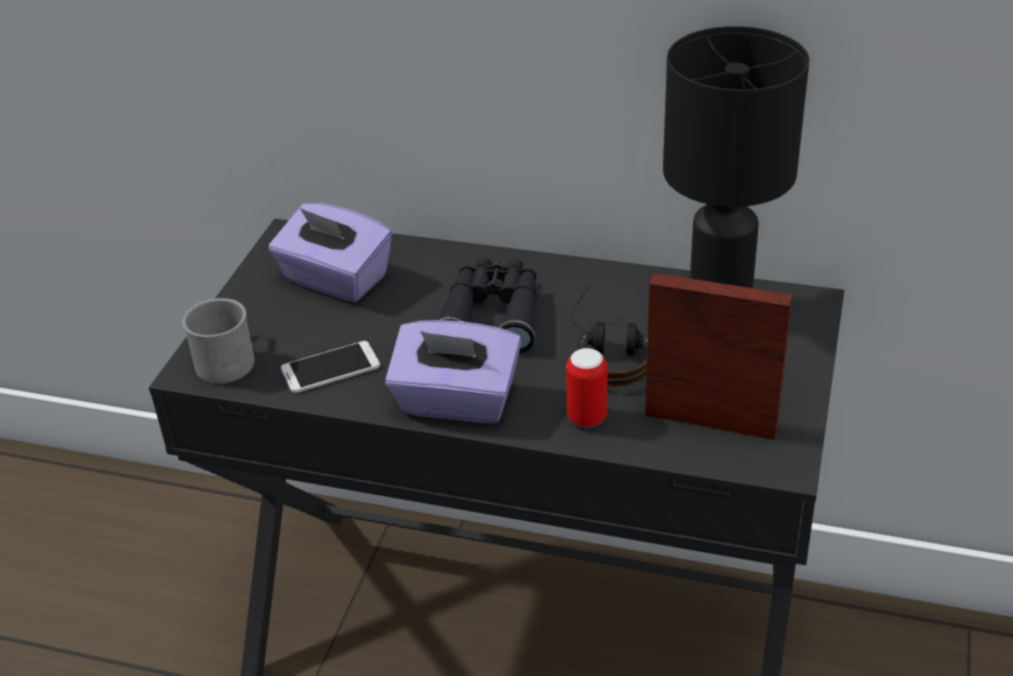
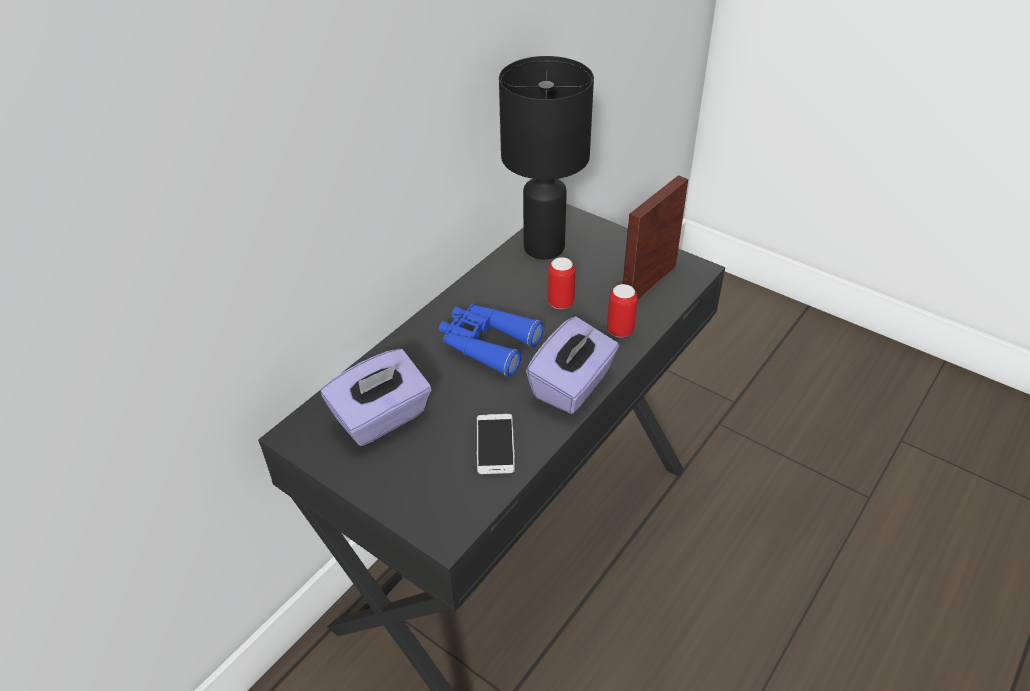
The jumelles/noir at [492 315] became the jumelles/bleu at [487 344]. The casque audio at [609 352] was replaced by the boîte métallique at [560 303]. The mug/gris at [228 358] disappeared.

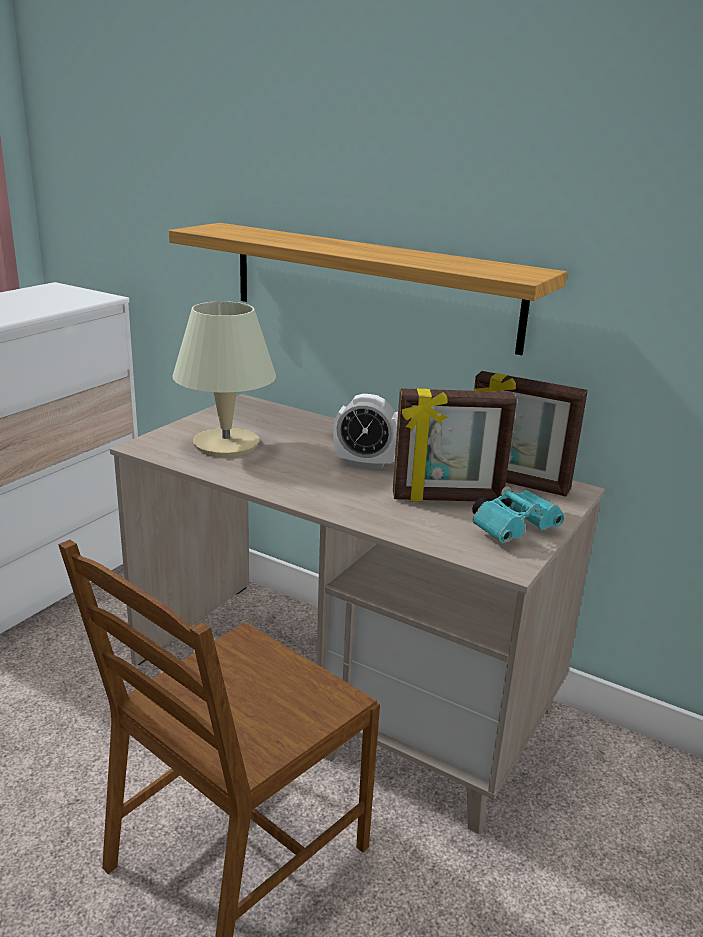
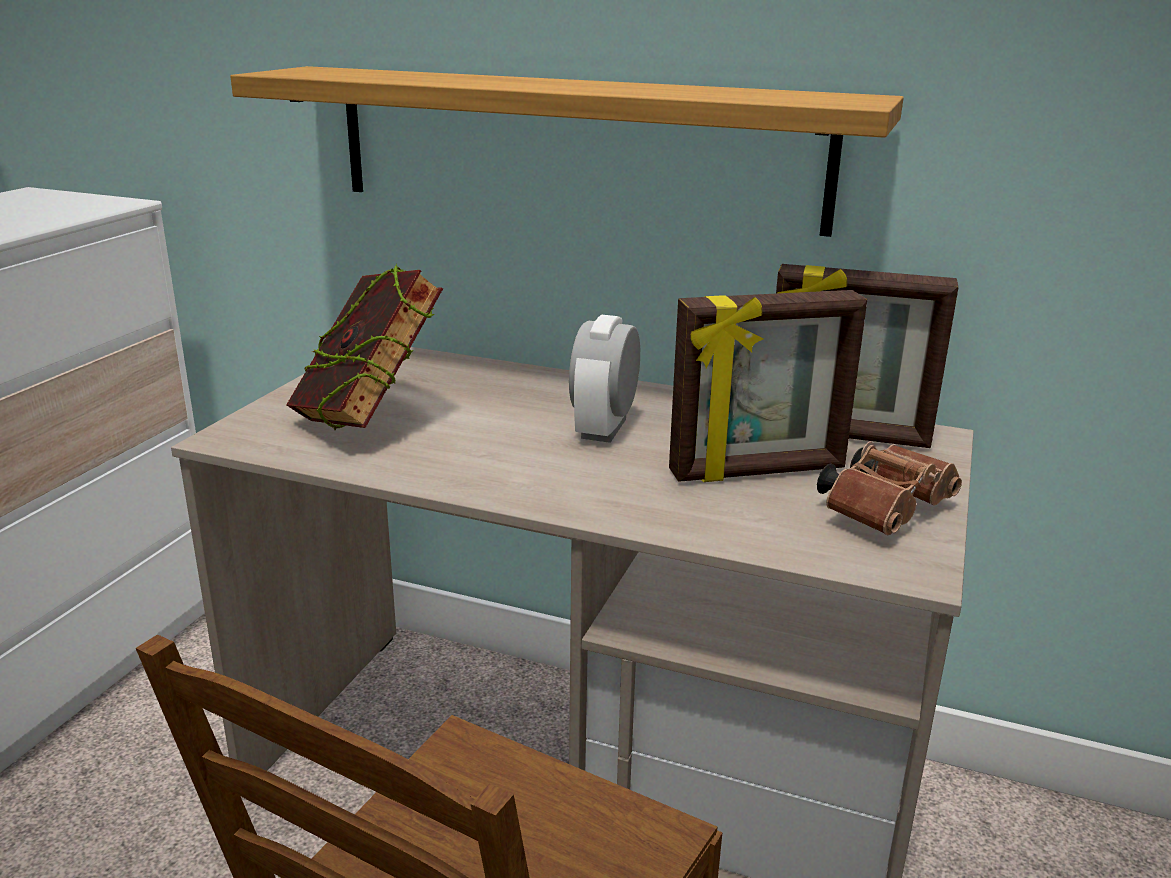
The lampe de table/beige at [226 444] was replaced by the livre at [369 421]. The réveil at [365 463] turned 105 degrees clockwise. The jumelles/turquoise at [515 529] became the jumelles/marron at [886 510].

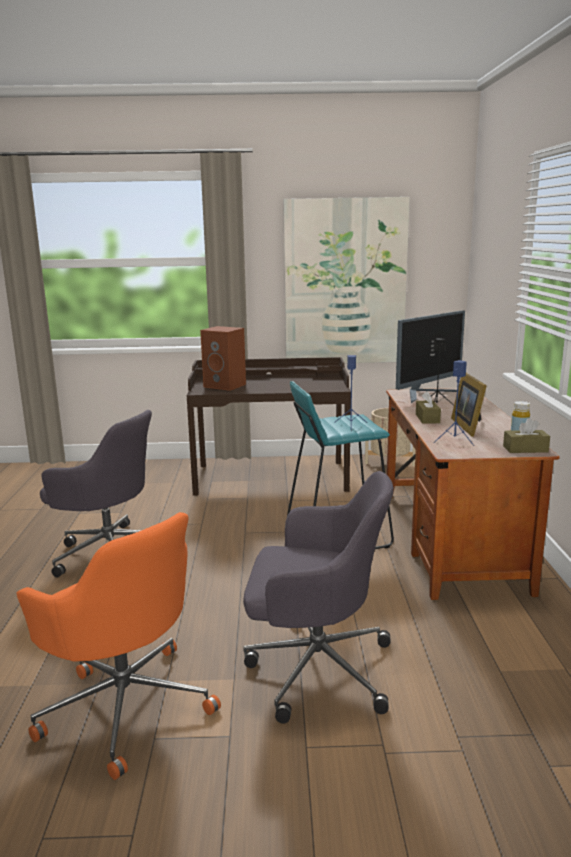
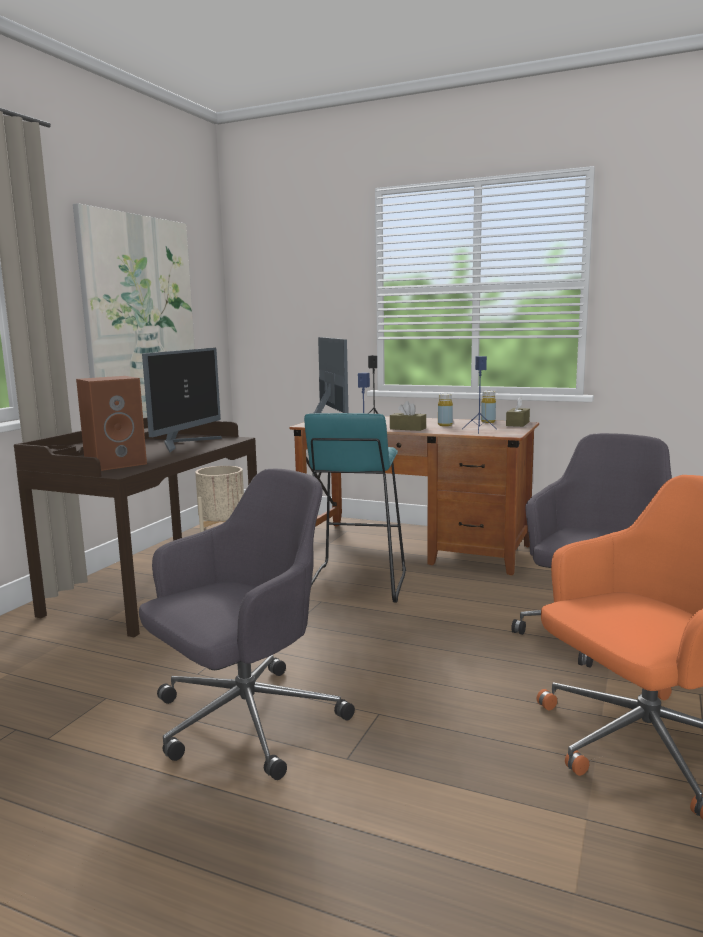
The écran d'ordinateur at [185 444] appeared. The cadre photo at [469 426] was replaced by the bouteille/jaune at [445 425].

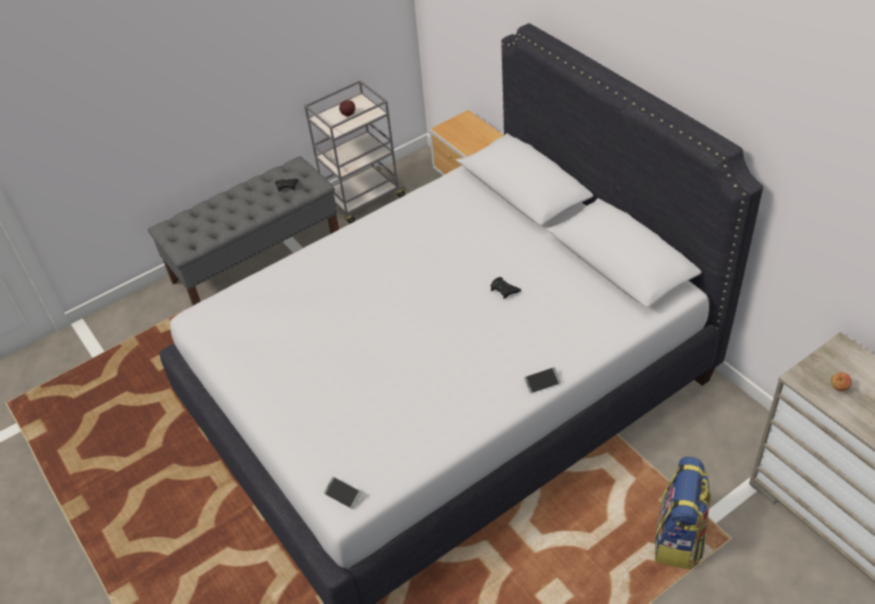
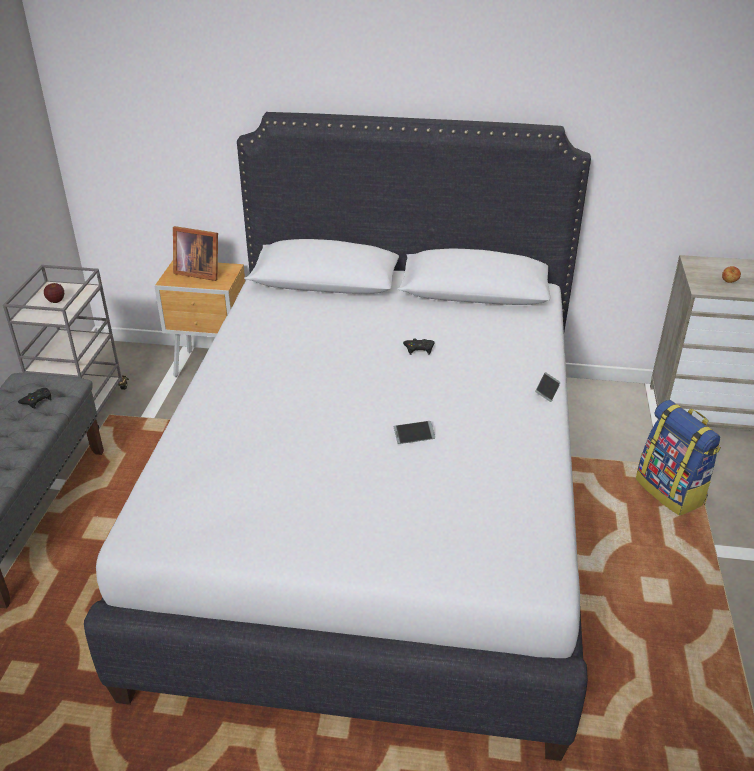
The cadre photo at [198 272] appeared. The téléphone moved from [343 495] to [414 436].

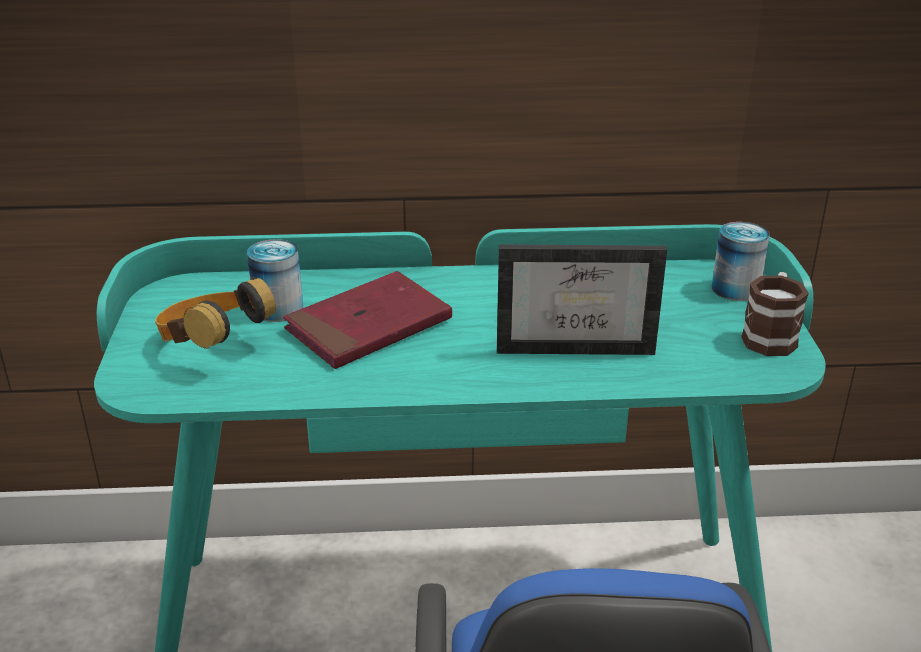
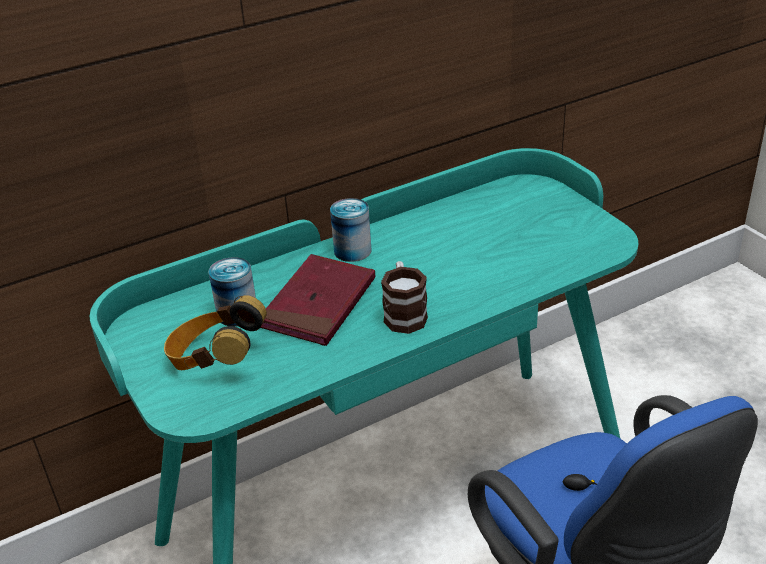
The boîte métallique moved from [735 289] to [352 251]. The mug moved from [770 336] to [404 313]. The cadre photo at [577 343] disappeared.

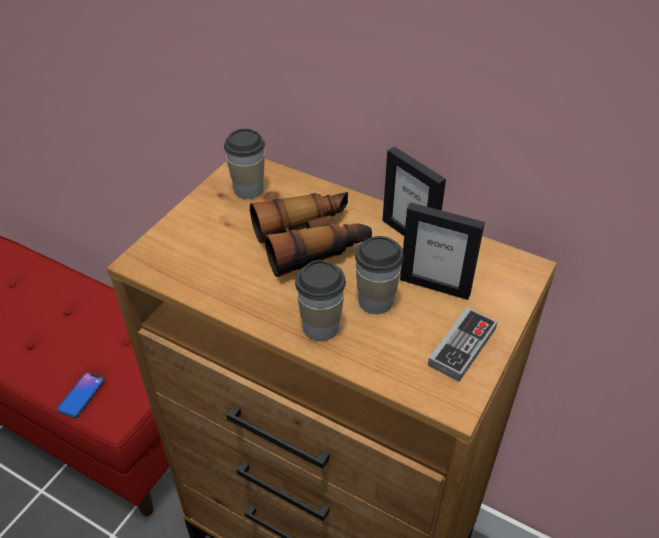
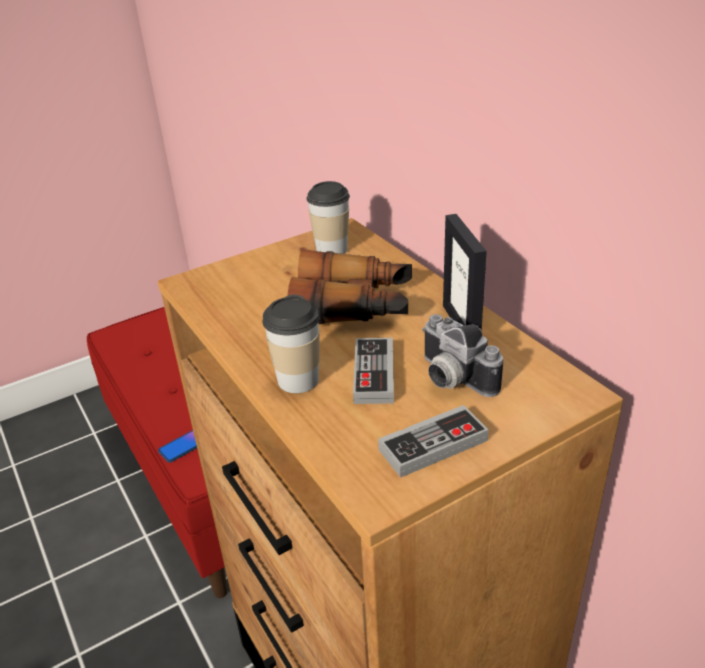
The tasse at [376 301] was replaced by the manette at [374 374]. The cadre photo at [435 286] was replaced by the appareil photo at [450 379].

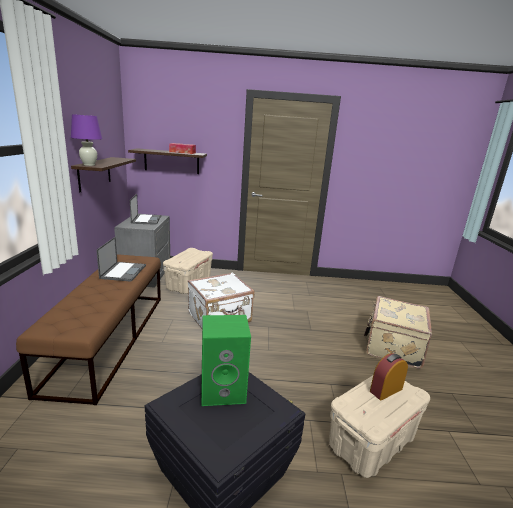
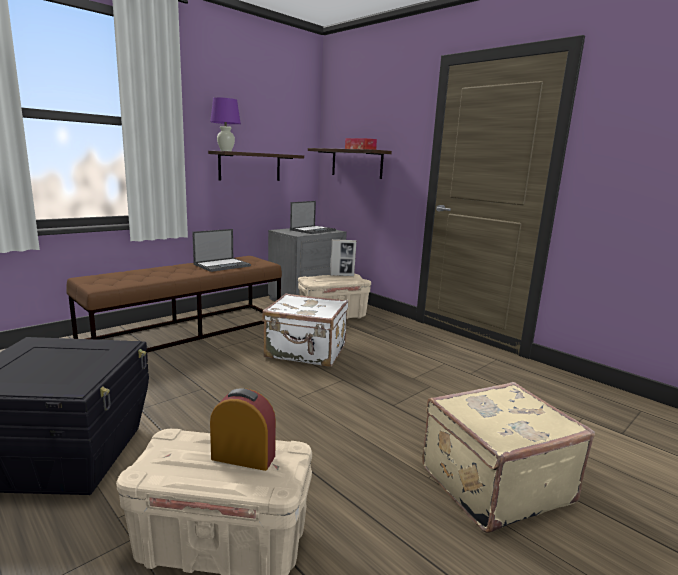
The cadre photo at [342 275] appeared. The enceinte/vert at [224 389] disappeared.

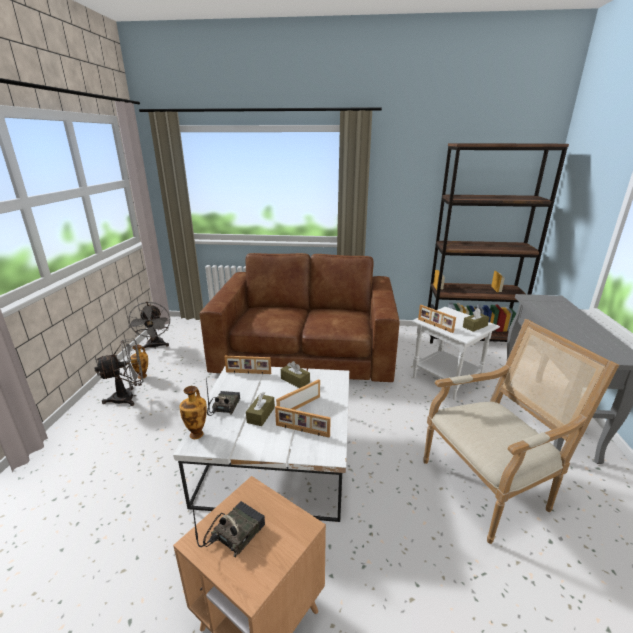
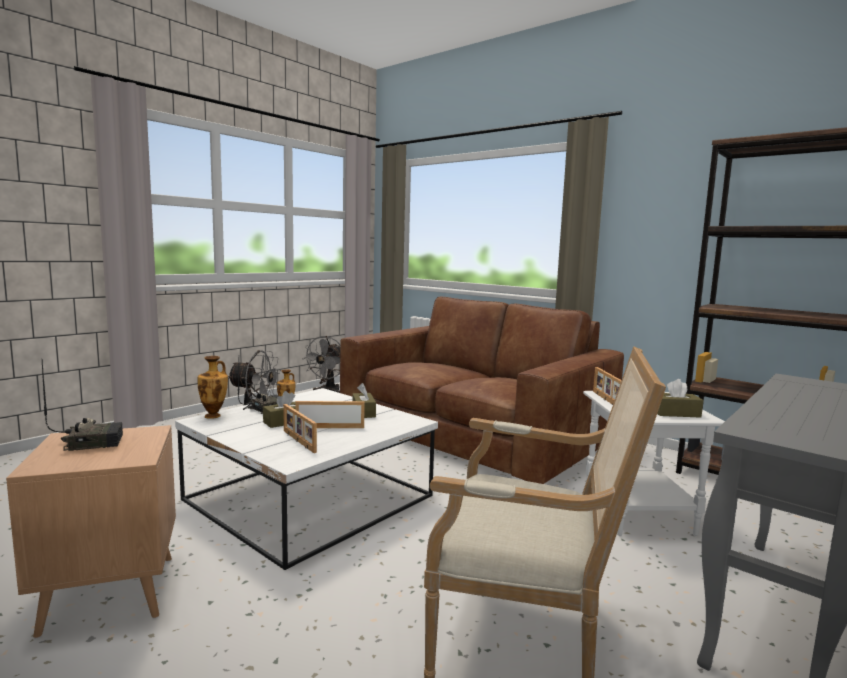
The cadre photo at [248 373] disappeared.

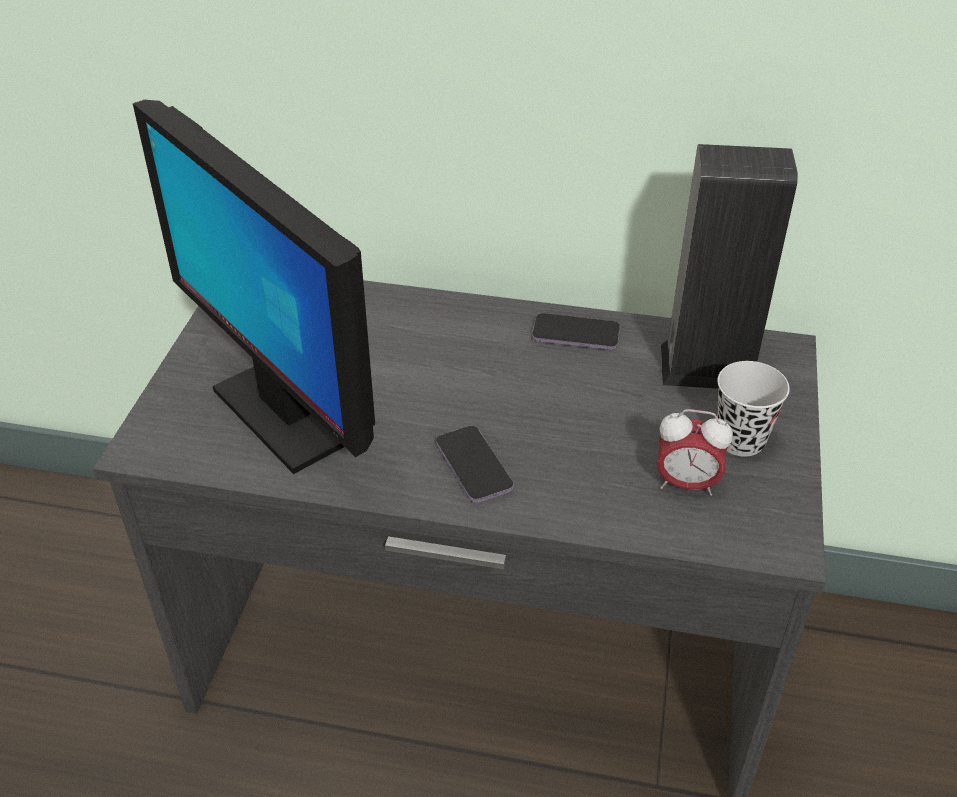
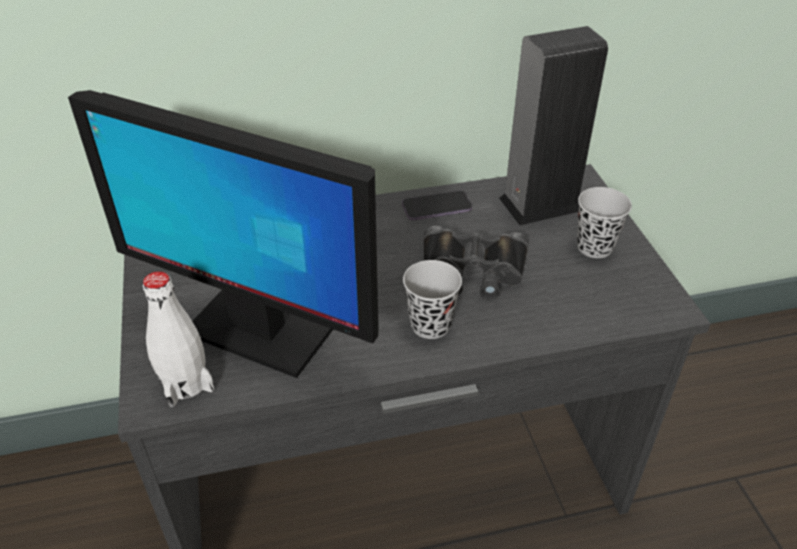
The bouteille/blanc at [185 383] appeared. The téléphone at [473 466] was replaced by the tasse/noir at [430 325]. The jumelles/noir at [472 271] appeared. The réveil at [686 484] disappeared.

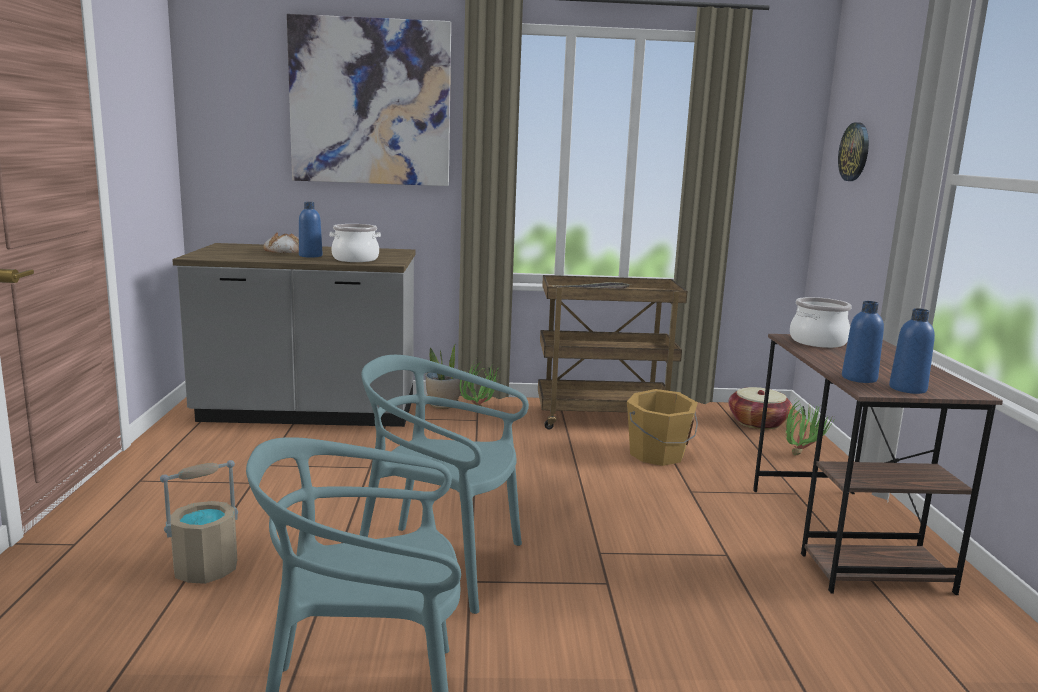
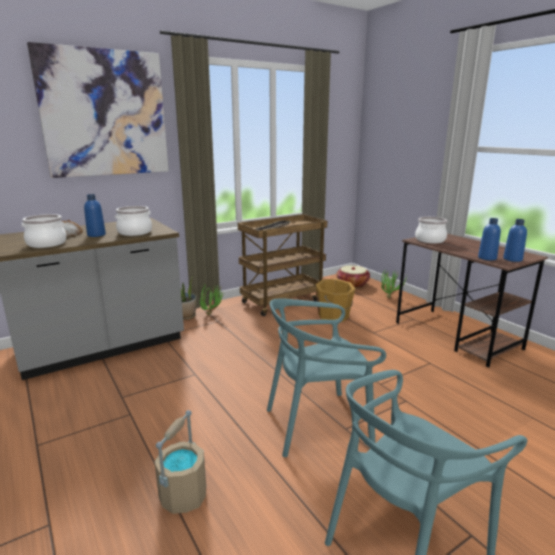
The marmite at [47 243] appeared. The horloge murale at [854 152] disappeared.

